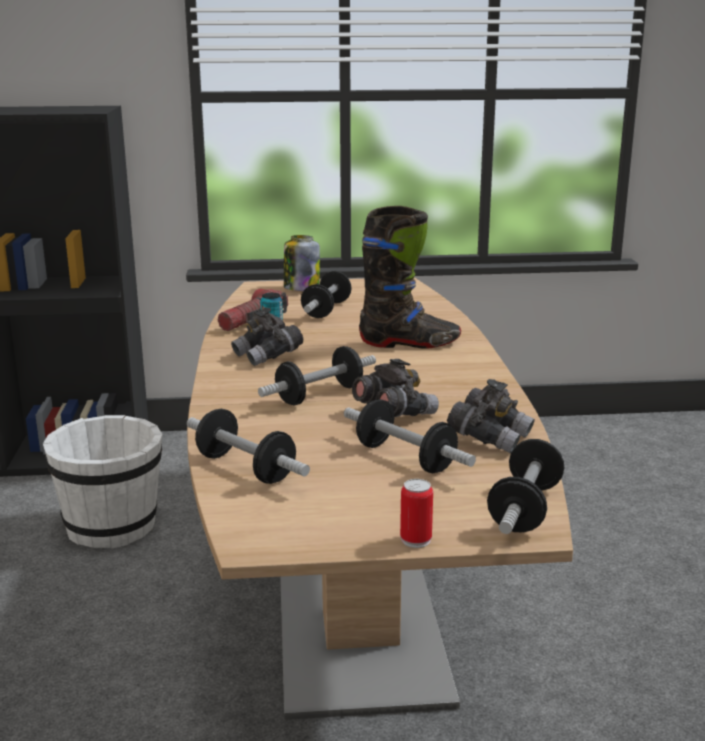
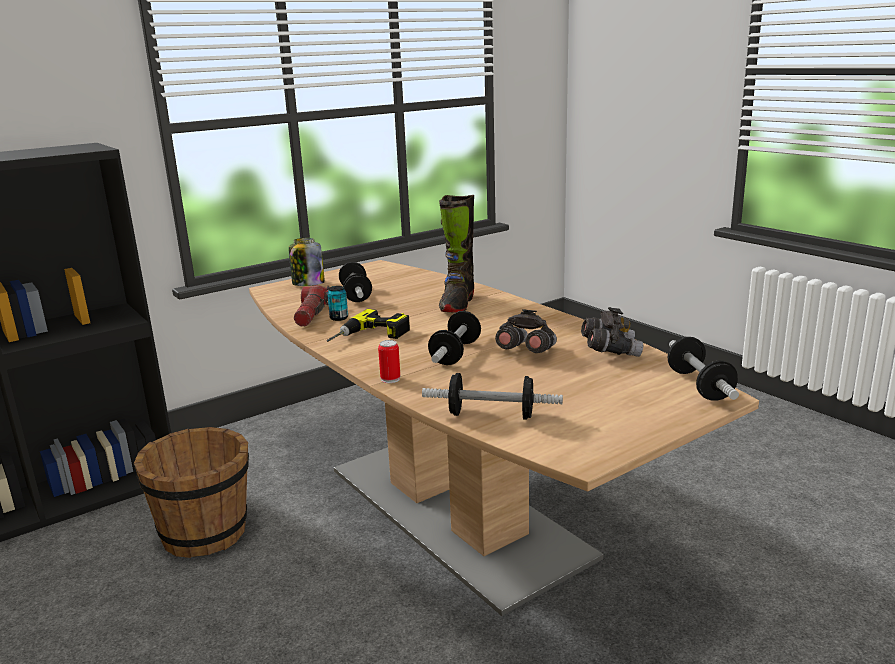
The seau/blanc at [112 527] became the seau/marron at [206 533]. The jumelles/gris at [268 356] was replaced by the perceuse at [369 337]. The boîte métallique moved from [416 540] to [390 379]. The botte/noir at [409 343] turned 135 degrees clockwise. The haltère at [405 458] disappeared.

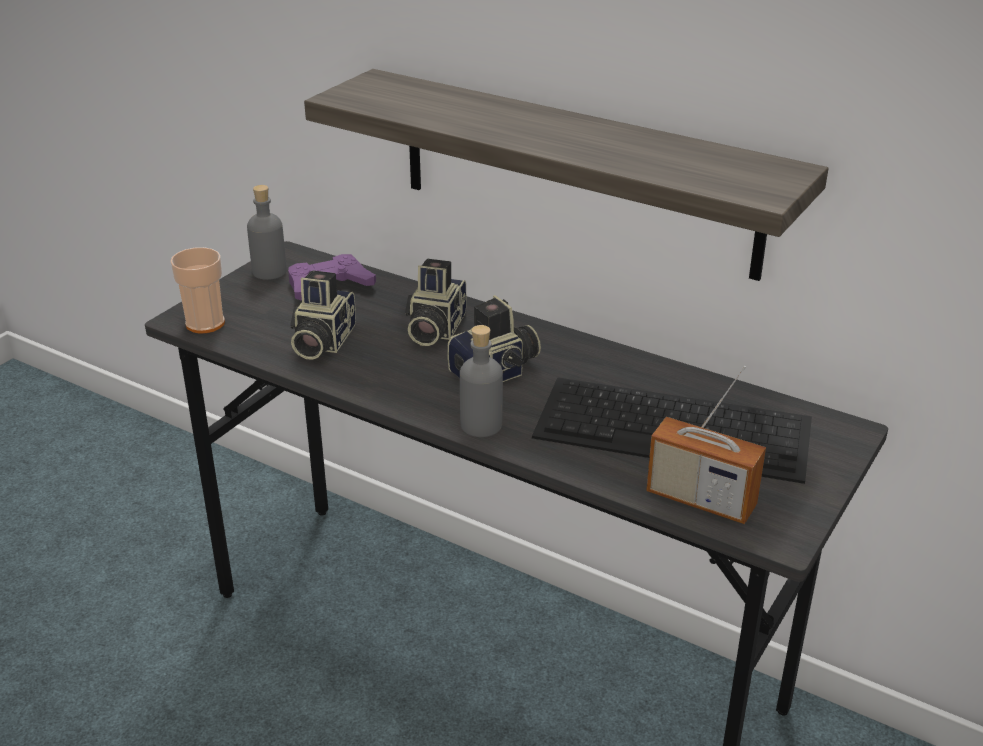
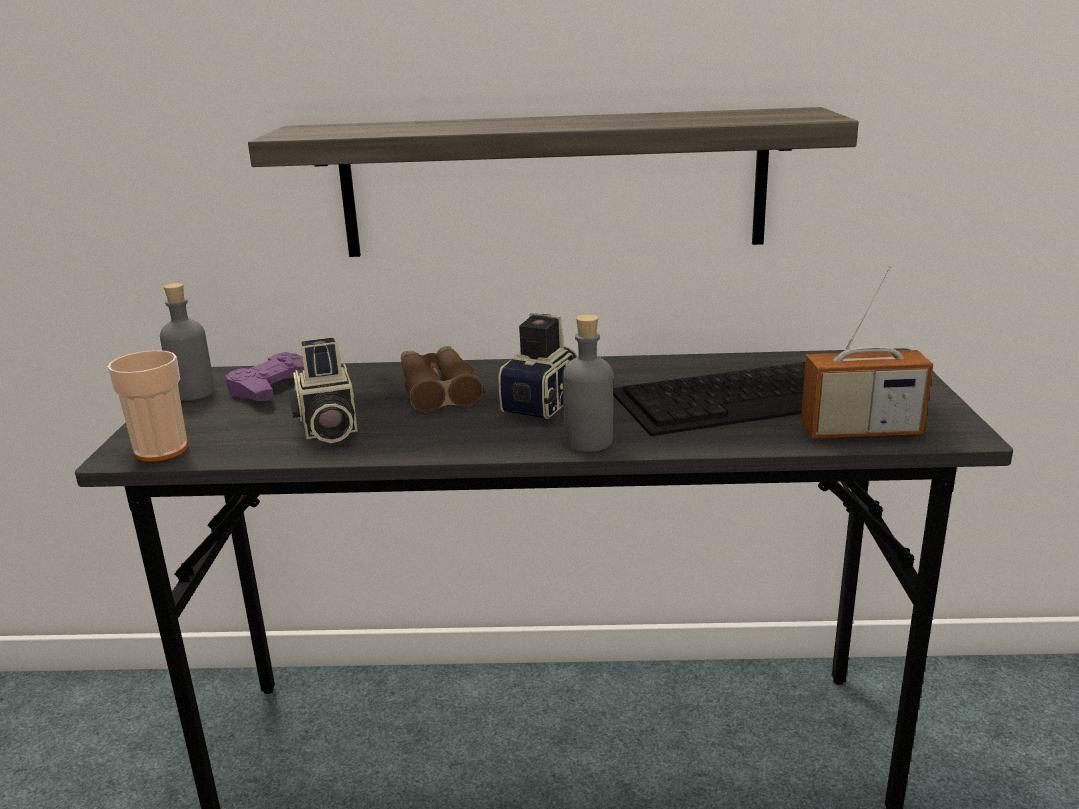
The appareil photo at [433 329] was replaced by the jumelles/marron at [438 389].

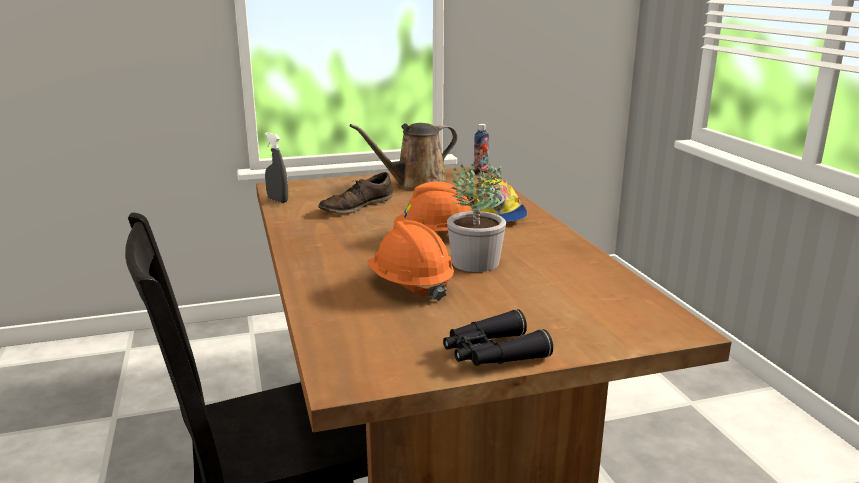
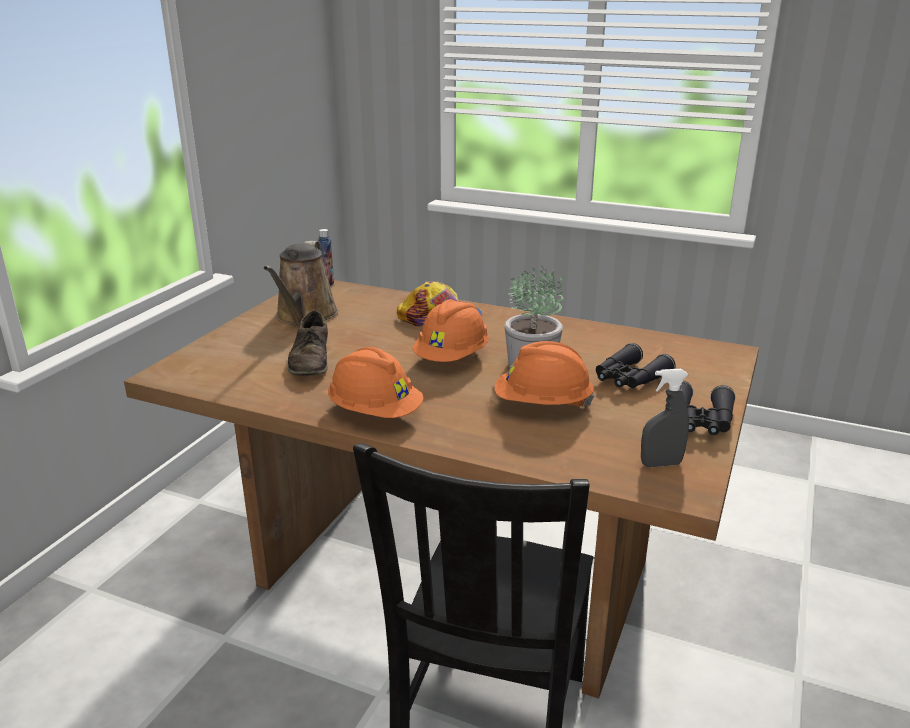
The casque de chantier/orange at [375 413] appeared. The jumelles/noir at [629 379] appeared. The vaporisateur/gris moved from [277 200] to [661 464].

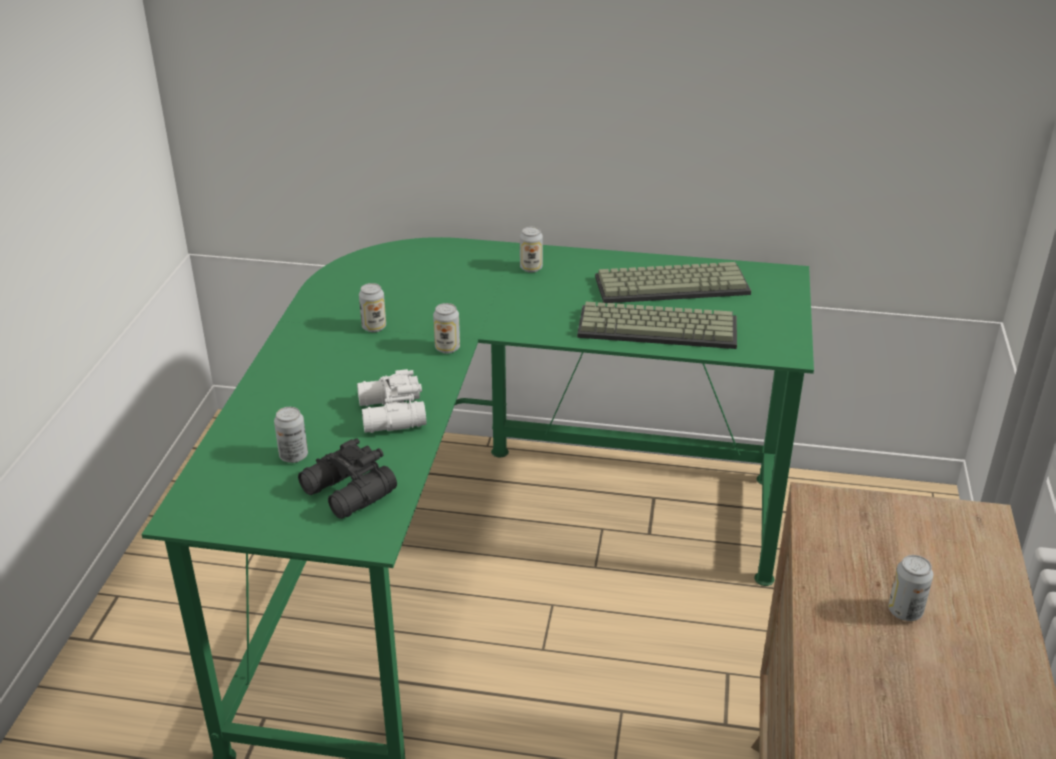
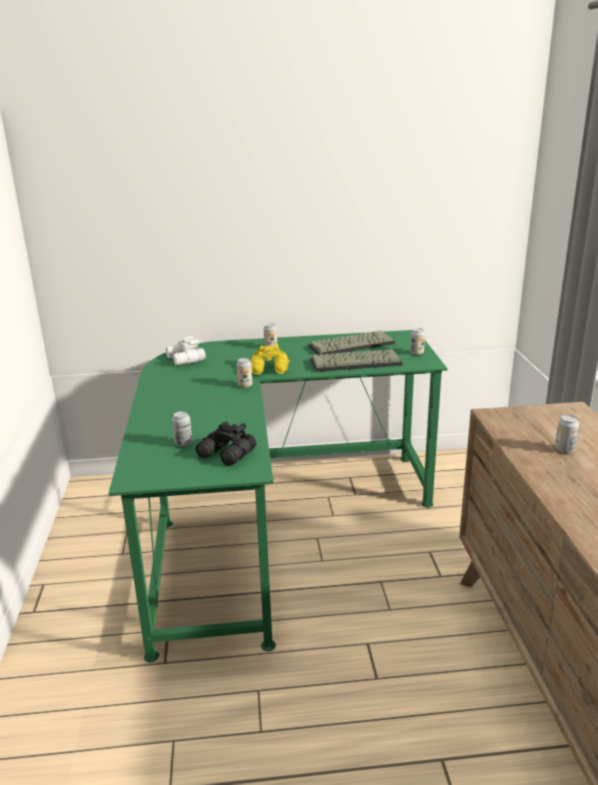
The jumelles/blanc moved from [390 415] to [185 359]. The jumelles/jaune at [270 369] appeared. The boîte métallique moved from [374 327] to [417 353].

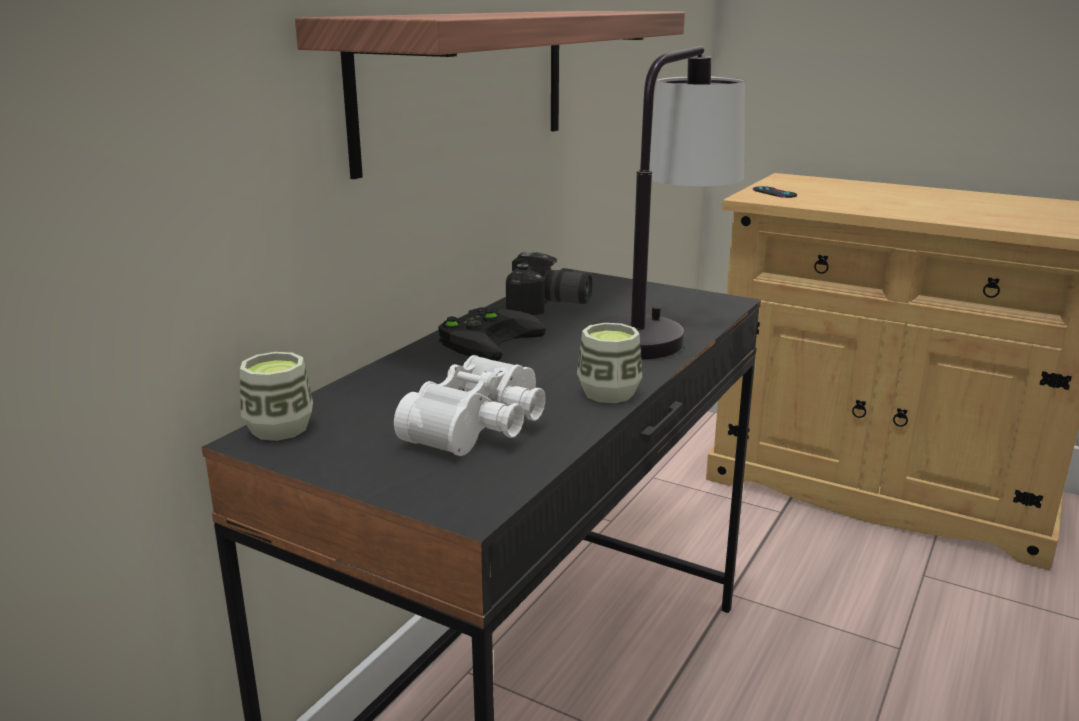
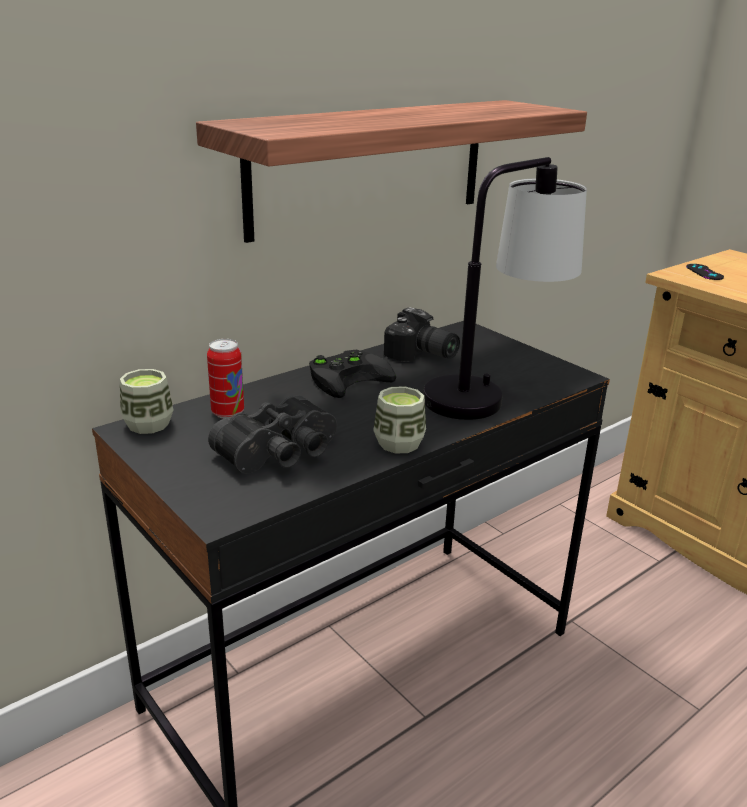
The boîte métallique at [228 413] appeared. The jumelles/blanc at [483 428] became the jumelles/noir at [281 453].

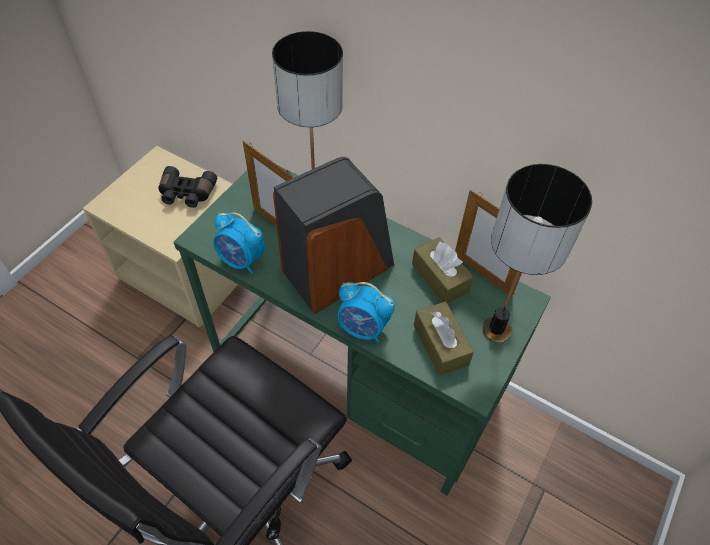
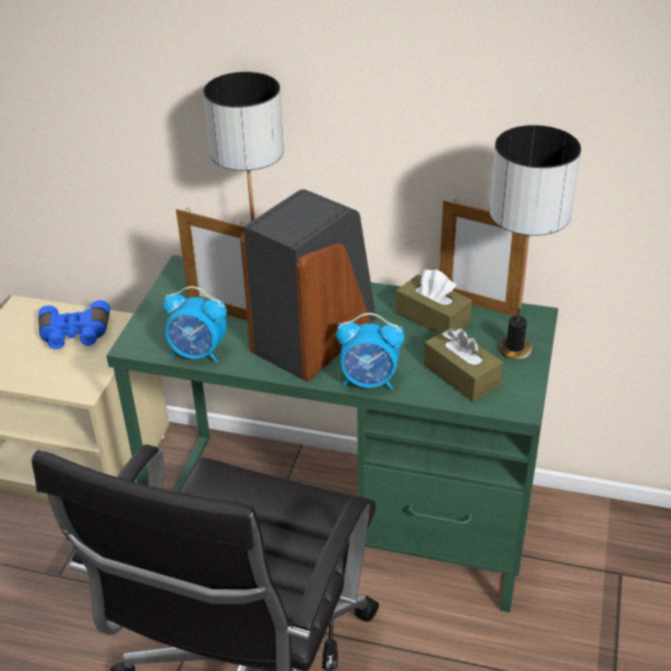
The jumelles/noir at [186 194] became the jumelles/bleu at [75 335].

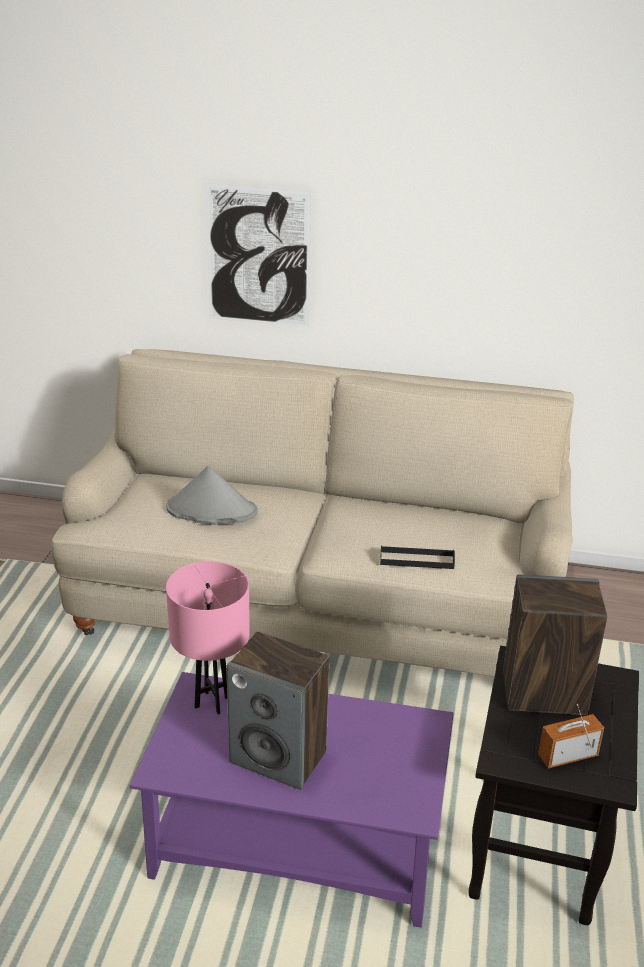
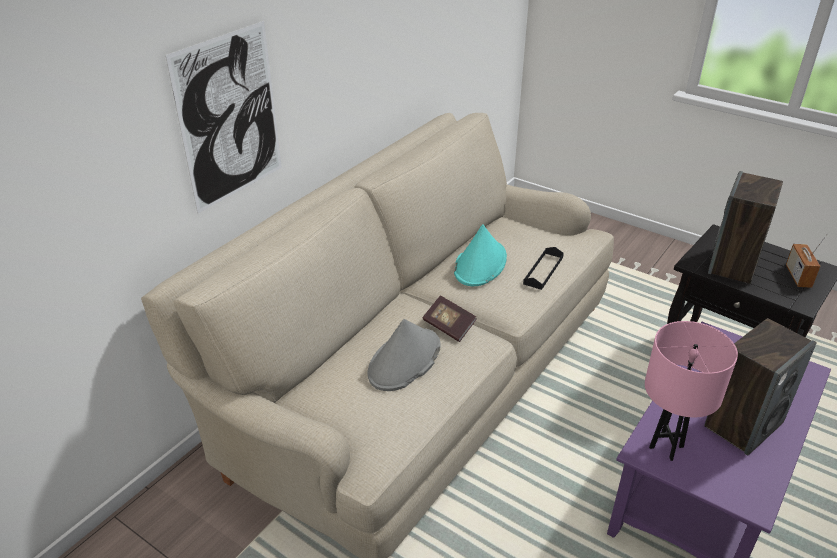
The livre at [449 326] appeared. The chapeau/turquoise at [480 264] appeared.

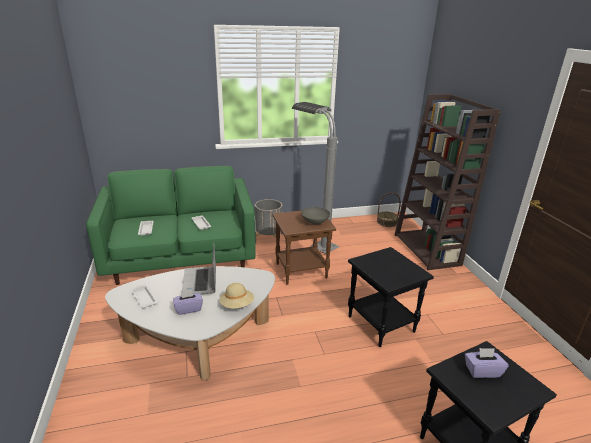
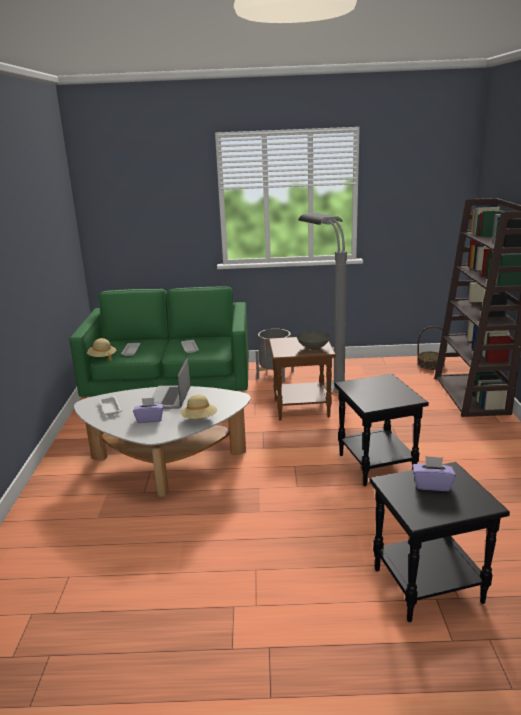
The chapeau/beige at [102 357] appeared.

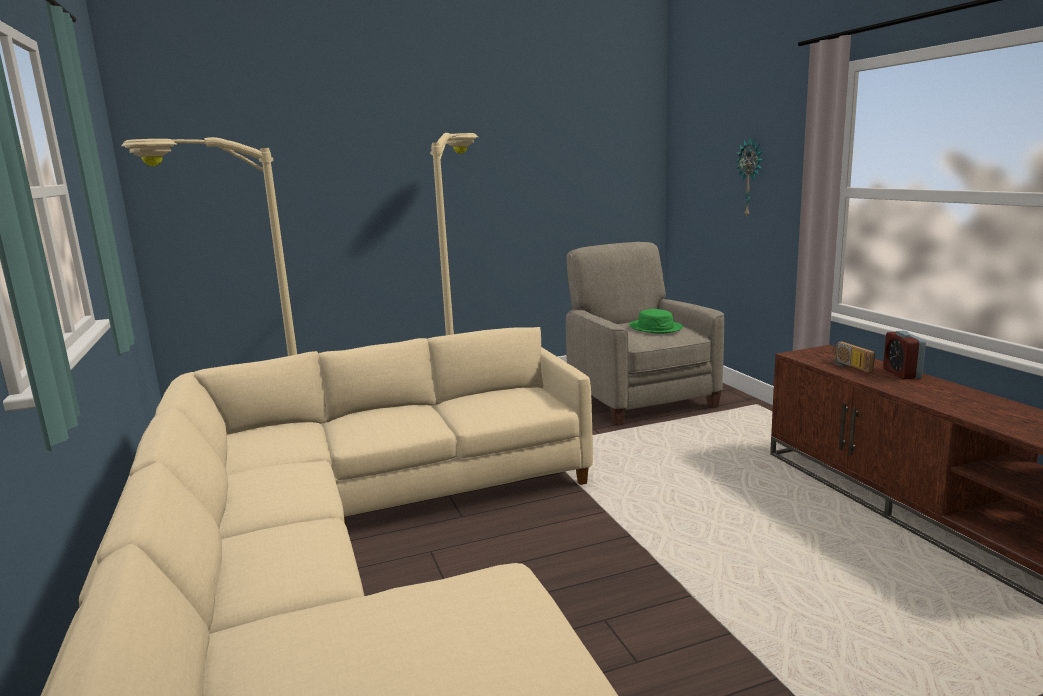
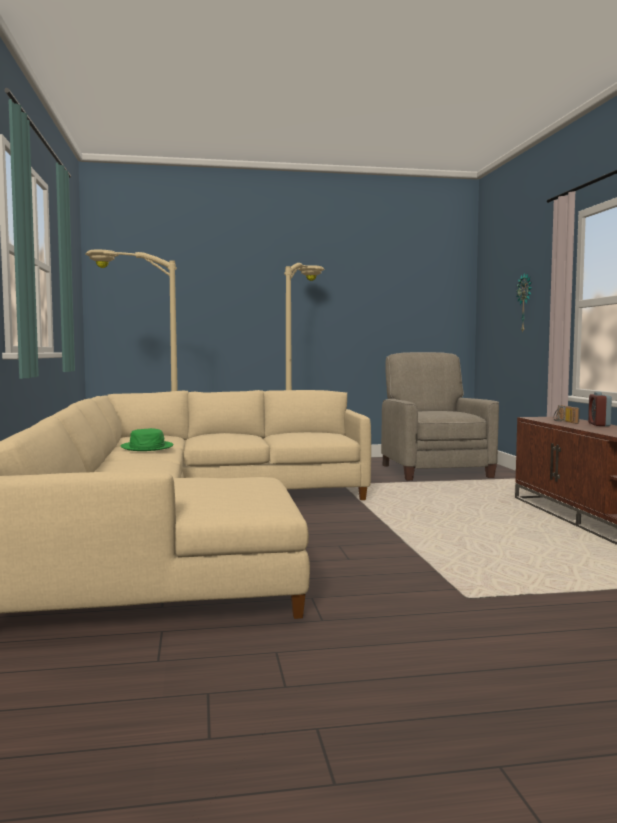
The chapeau/vert moved from [655 327] to [147 447].

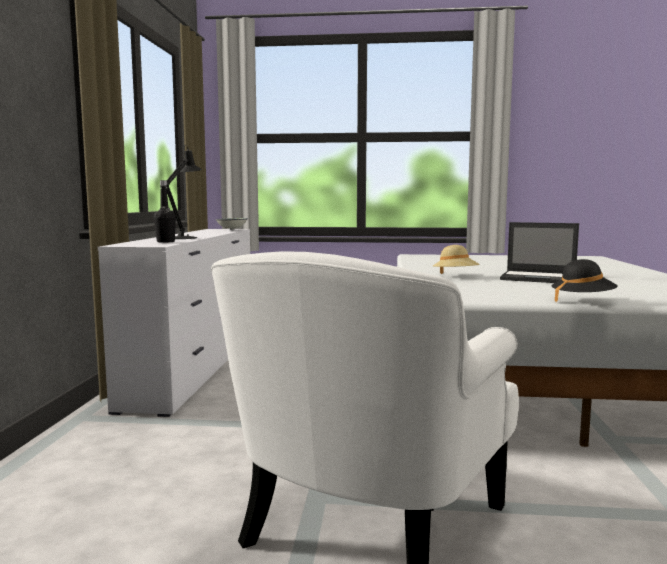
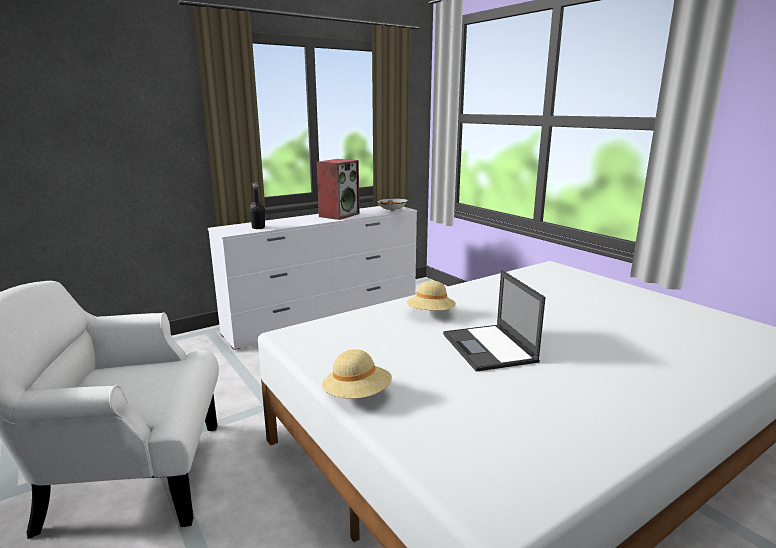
The enceinte at [339 215] appeared. The chapeau/noir at [582 301] became the chapeau/beige at [357 396]. The lampe de table/noir at [185 237] disappeared.

